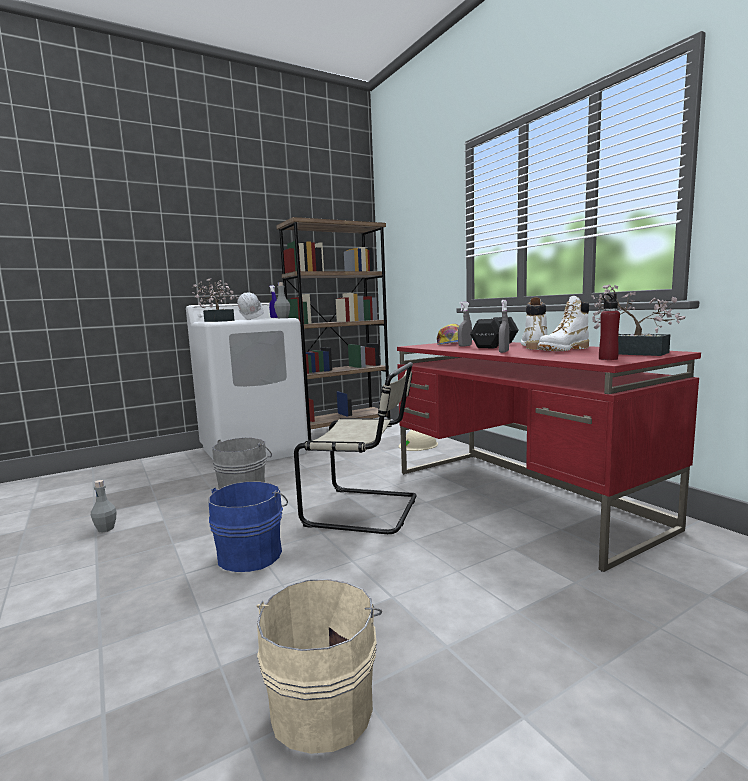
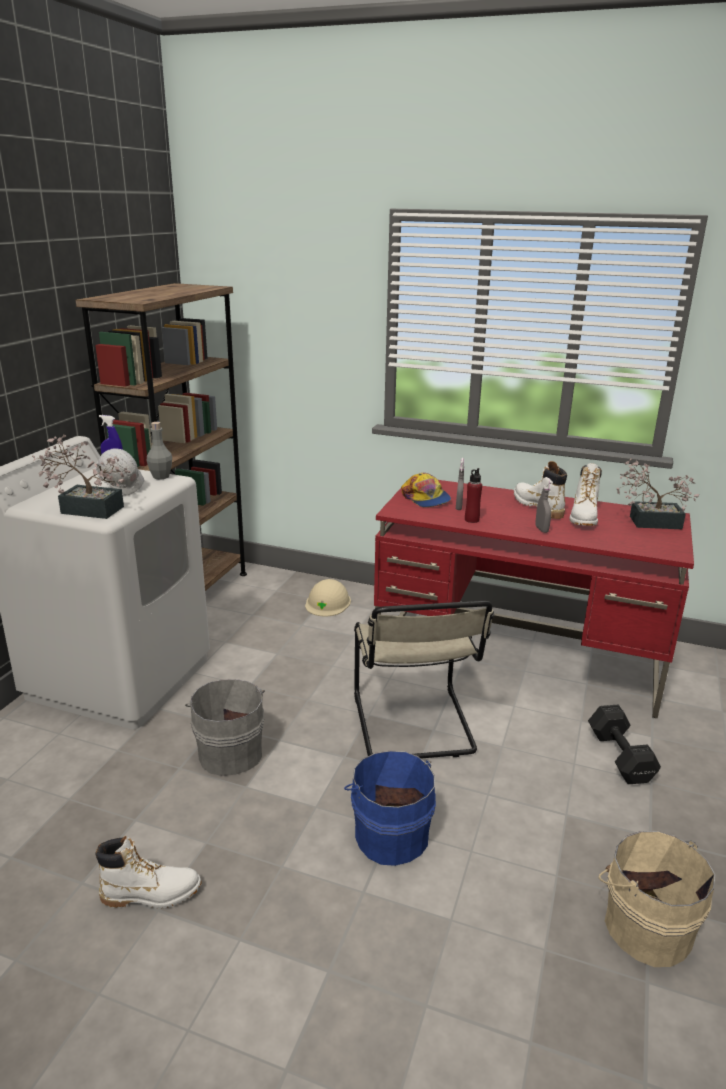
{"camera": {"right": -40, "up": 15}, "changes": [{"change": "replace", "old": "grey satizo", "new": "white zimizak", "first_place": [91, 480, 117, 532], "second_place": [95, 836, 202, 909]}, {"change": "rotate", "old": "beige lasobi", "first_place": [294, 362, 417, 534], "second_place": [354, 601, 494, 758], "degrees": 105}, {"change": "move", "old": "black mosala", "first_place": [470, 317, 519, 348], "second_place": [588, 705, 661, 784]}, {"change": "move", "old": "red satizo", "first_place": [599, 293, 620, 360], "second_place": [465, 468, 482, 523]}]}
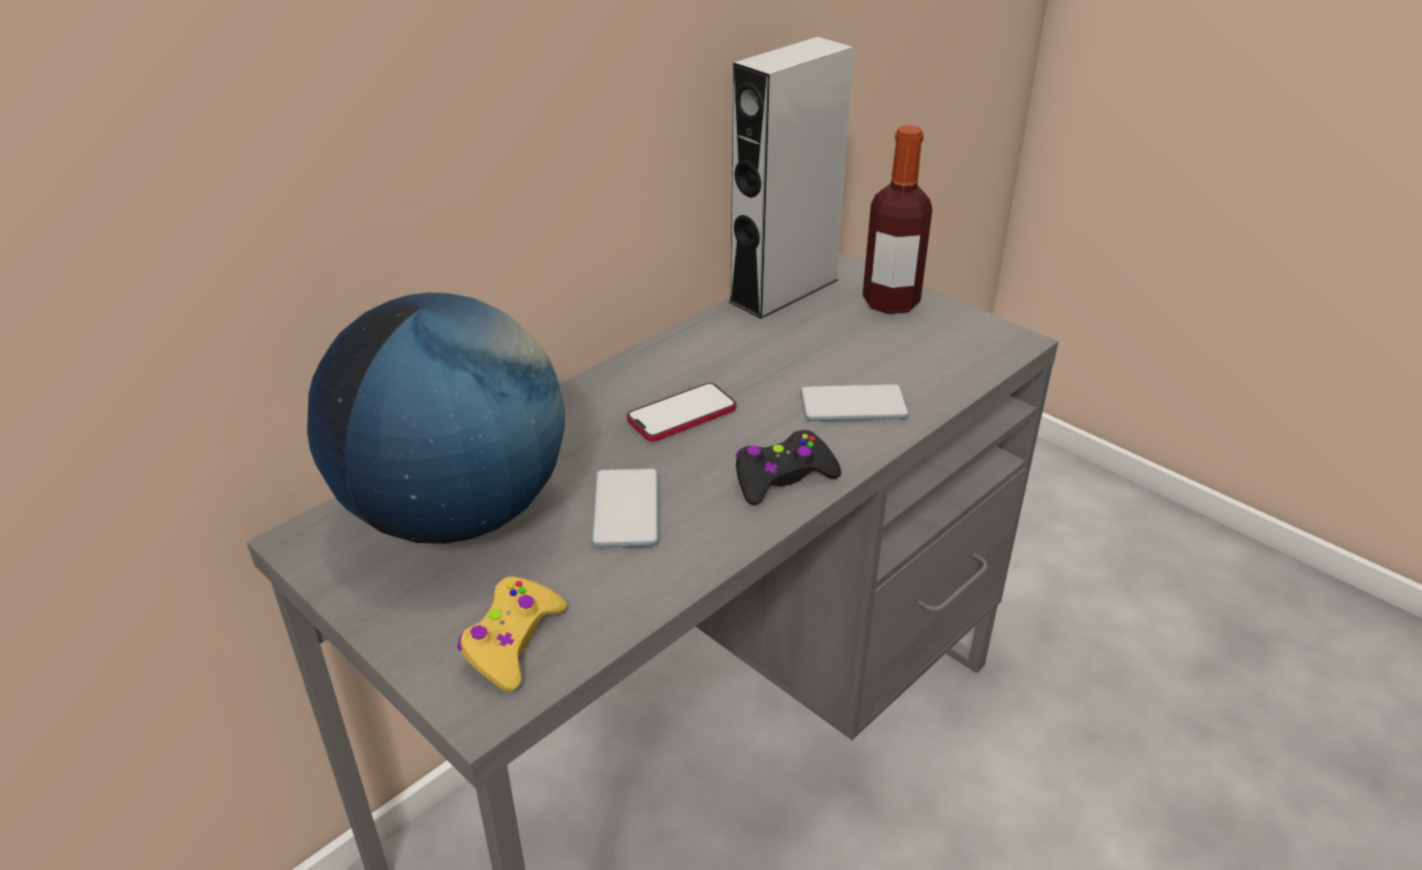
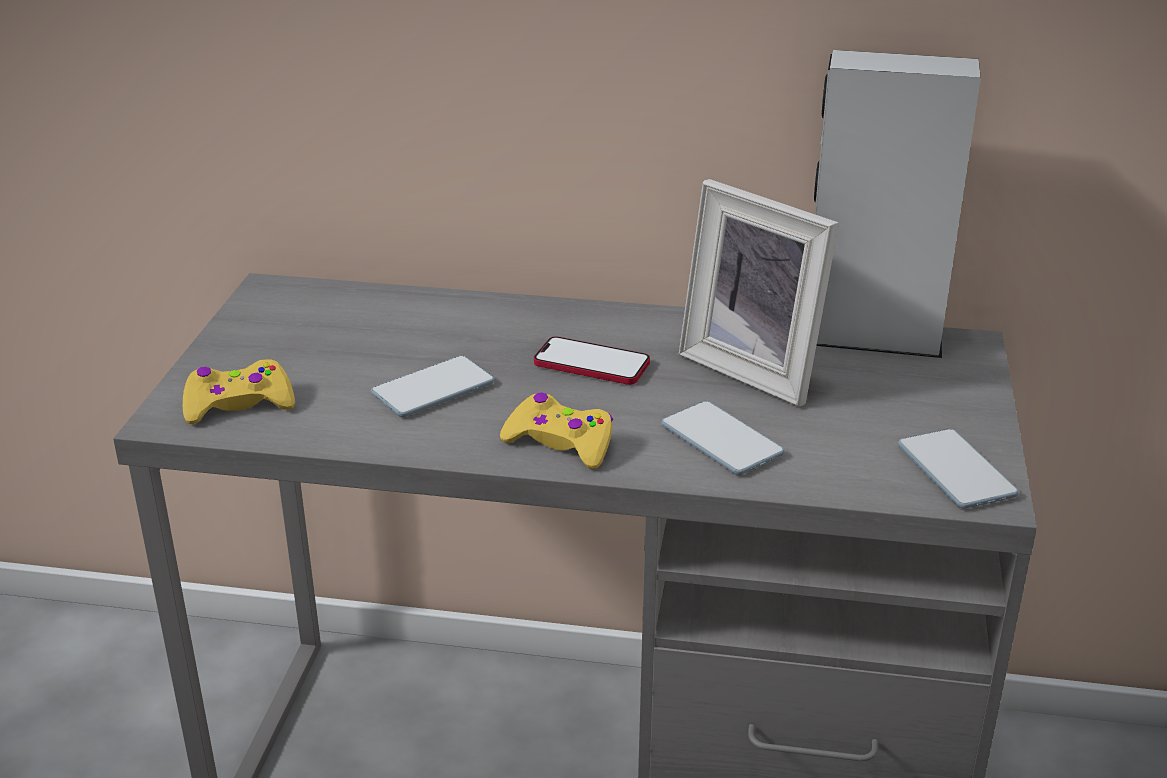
{"camera": {"right": 55, "up": -5}, "changes": [{"change": "delete", "old": "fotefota", "first_place": [307, 293, 565, 544]}, {"change": "recolor", "old": "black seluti", "new": "yellow seluti", "first_place": [735, 430, 841, 505], "second_place": [500, 392, 613, 469]}, {"change": "delete", "old": "satizo", "first_place": [863, 125, 932, 314]}, {"change": "insert", "new": "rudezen", "second_place": [679, 179, 839, 407]}, {"change": "insert", "new": "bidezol", "second_place": [898, 429, 1019, 508]}]}
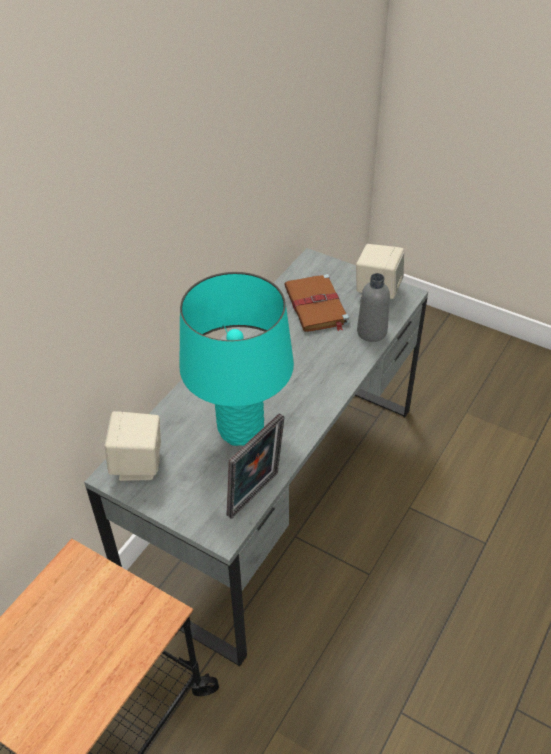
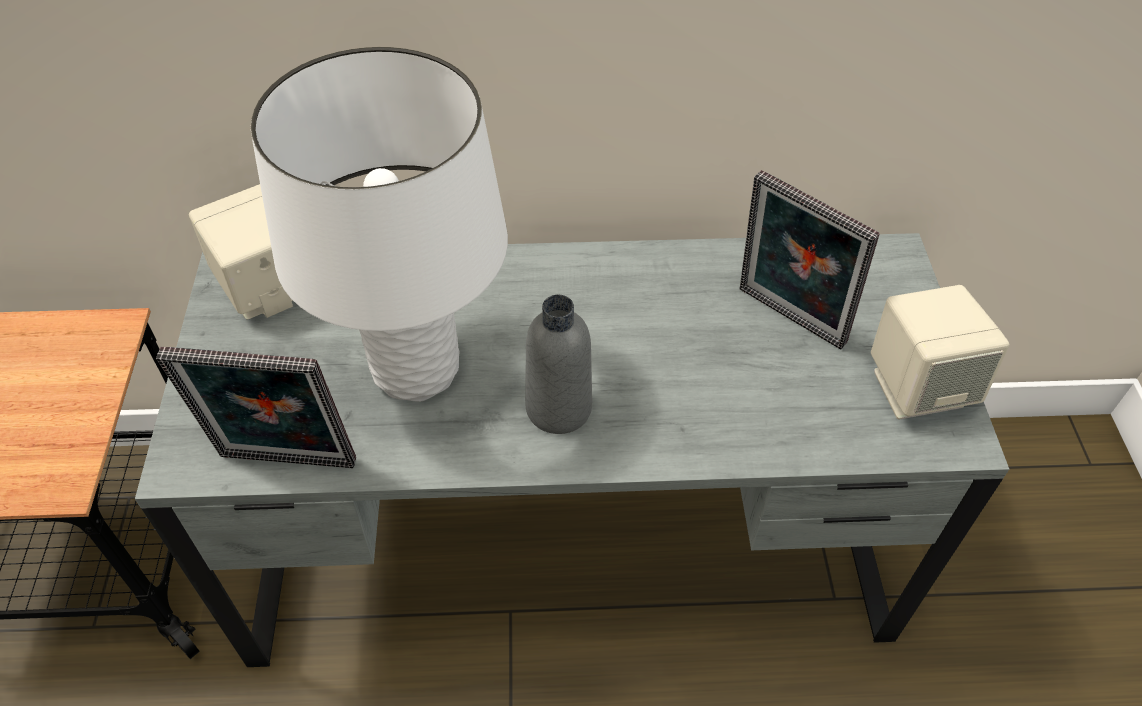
{"camera": {"right": 55, "up": 5}, "changes": [{"change": "recolor", "old": "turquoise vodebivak", "new": "white vodebivak", "first_place": [180, 272, 294, 446], "second_place": [251, 47, 508, 402]}, {"change": "replace", "old": "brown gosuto", "new": "rudezen", "first_place": [284, 274, 349, 332], "second_place": [740, 170, 880, 350]}, {"change": "move", "old": "grey satizo", "first_place": [357, 273, 390, 342], "second_place": [525, 295, 592, 434]}]}
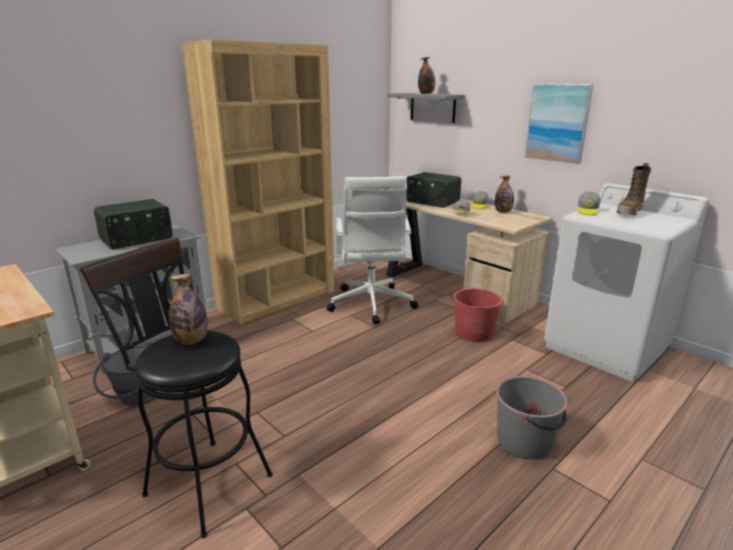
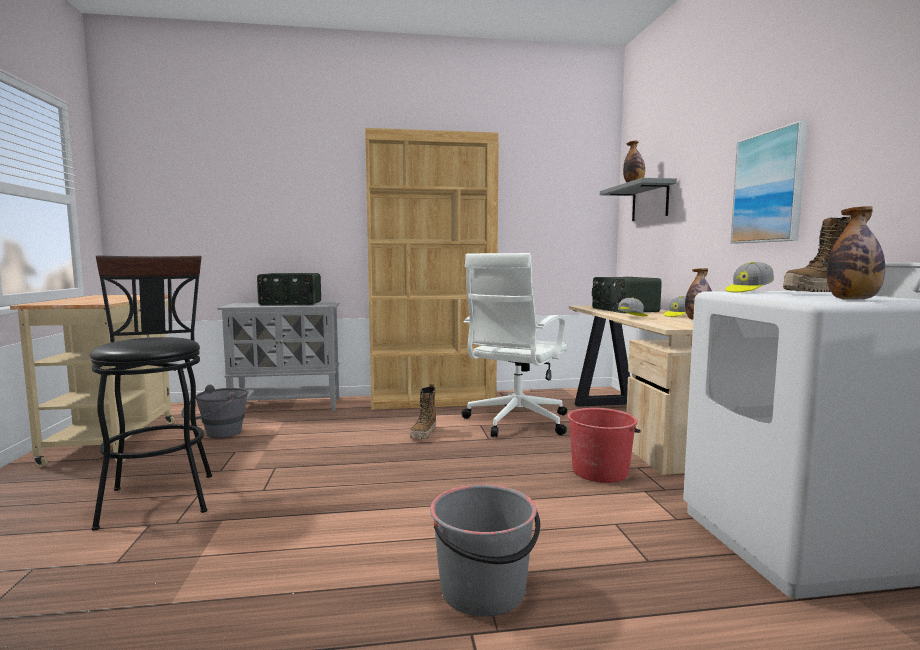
{"camera": {"right": 35, "up": -15}, "changes": [{"change": "move", "old": "satizo", "first_place": [169, 274, 208, 345], "second_place": [827, 206, 885, 300]}, {"change": "insert", "new": "zimizak", "second_place": [410, 384, 436, 439]}]}
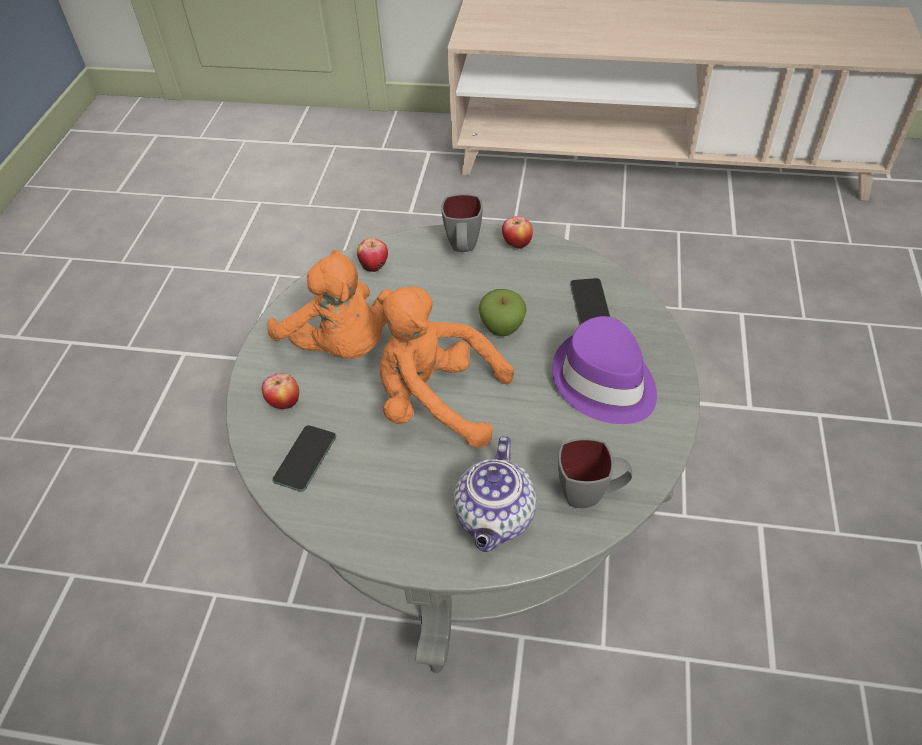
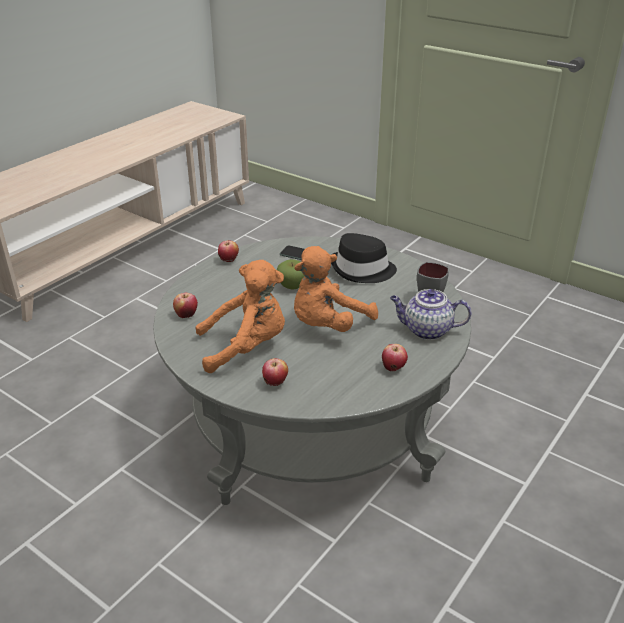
{"camera": {"right": -65, "up": -15}, "changes": [{"change": "delete", "old": "bidezol", "first_place": [272, 425, 336, 492]}, {"change": "delete", "old": "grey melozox", "first_place": [441, 194, 483, 252]}, {"change": "rotate", "old": "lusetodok", "first_place": [454, 436, 537, 552], "second_place": [390, 289, 472, 340], "degrees": 150}, {"change": "recolor", "old": "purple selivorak", "new": "black selivorak", "first_place": [552, 316, 657, 424], "second_place": [331, 233, 397, 283]}, {"change": "insert", "new": "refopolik", "second_place": [382, 344, 408, 372]}]}
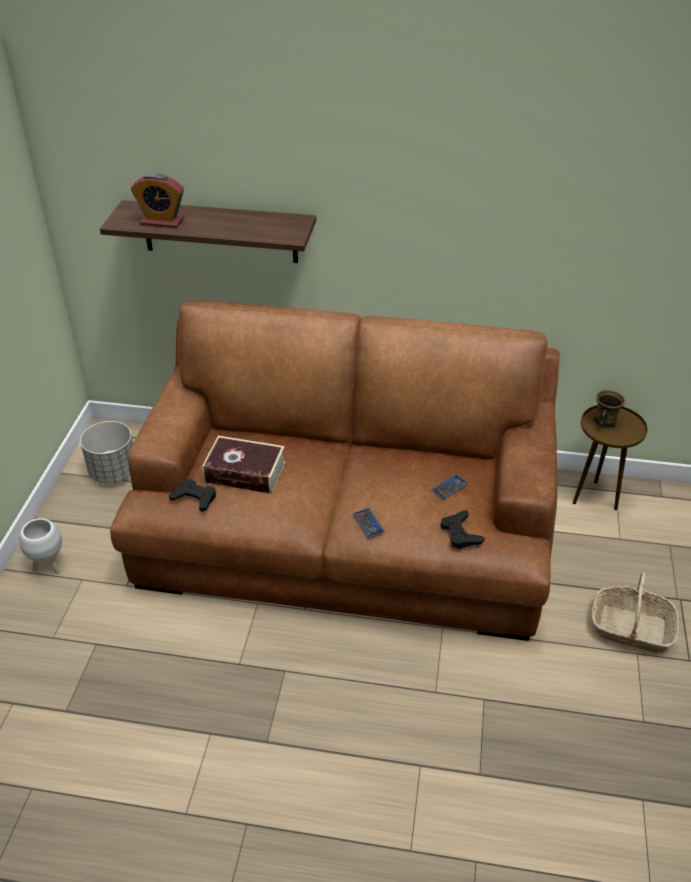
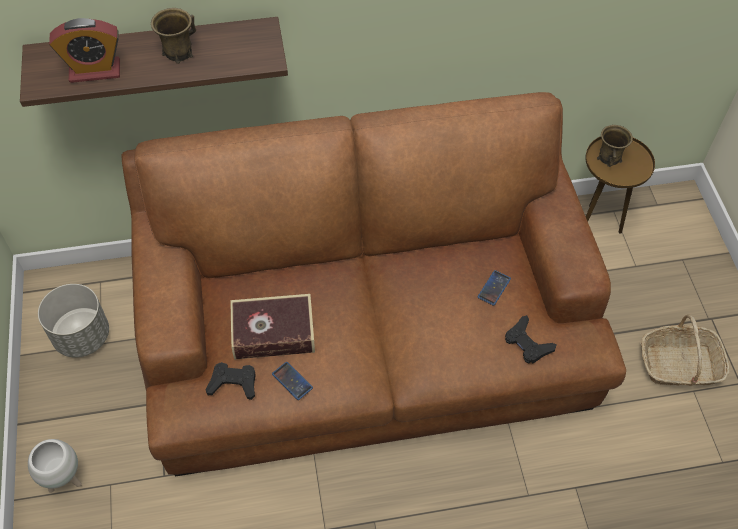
{"camera": {"right": -20, "up": 15}, "changes": [{"change": "move", "old": "bidezol", "first_place": [353, 508, 385, 538], "second_place": [272, 362, 313, 400]}, {"change": "insert", "new": "brown melozox", "second_place": [151, 8, 196, 64]}]}
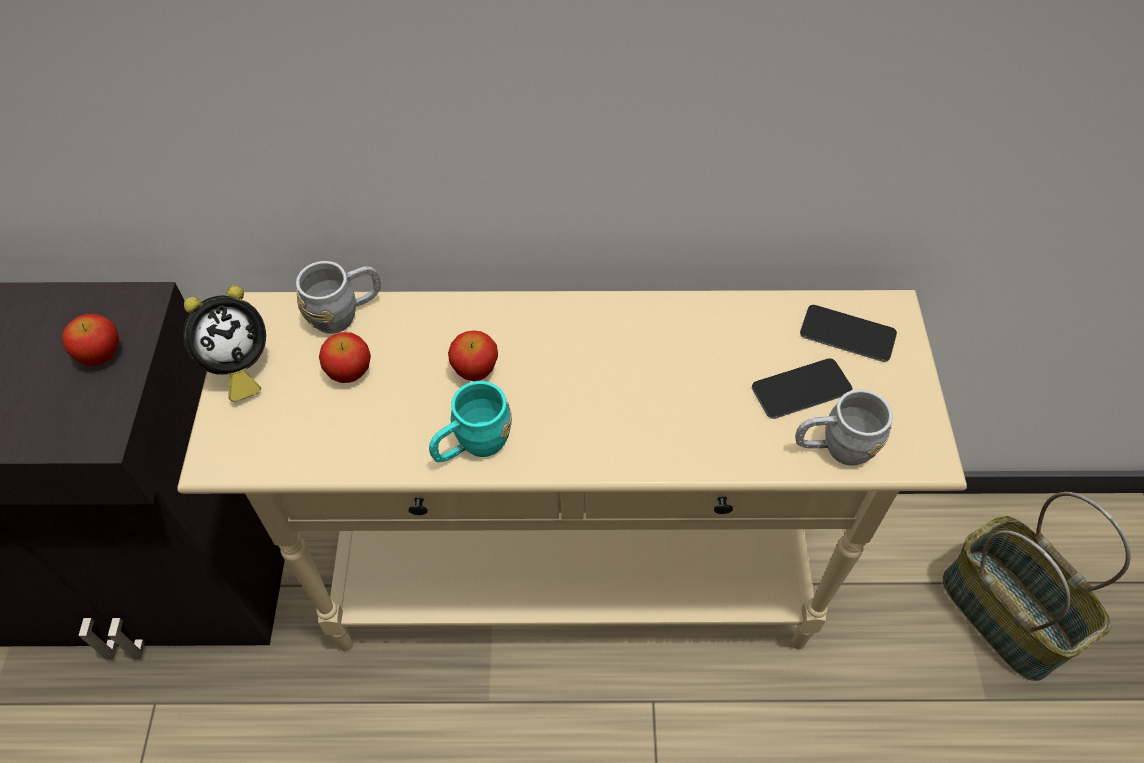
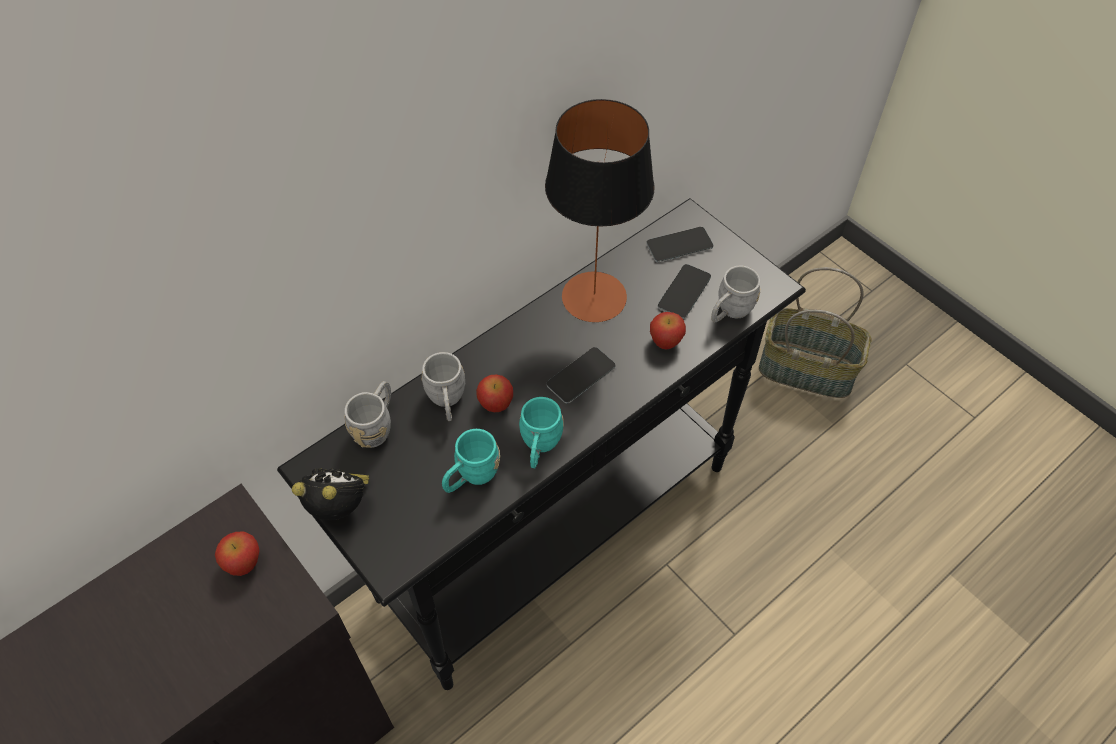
{"camera": {"right": -40, "up": 0}, "changes": [{"change": "recolor", "old": "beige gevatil", "new": "black gevatil", "first_place": [177, 290, 967, 651], "second_place": [277, 198, 806, 690]}, {"change": "rotate", "old": "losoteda", "first_place": [183, 285, 266, 402], "second_place": [292, 468, 369, 521], "degrees": -90}, {"change": "move", "old": "refopolik", "first_place": [319, 332, 371, 383], "second_place": [650, 312, 686, 349]}, {"change": "insert", "new": "grey melozox", "second_place": [422, 352, 465, 421]}, {"change": "insert", "new": "turquoise melozox", "second_place": [442, 429, 500, 493]}, {"change": "insert", "new": "vodebivak", "second_place": [545, 99, 654, 322]}, {"change": "insert", "new": "bidezol", "second_place": [547, 347, 615, 403]}]}
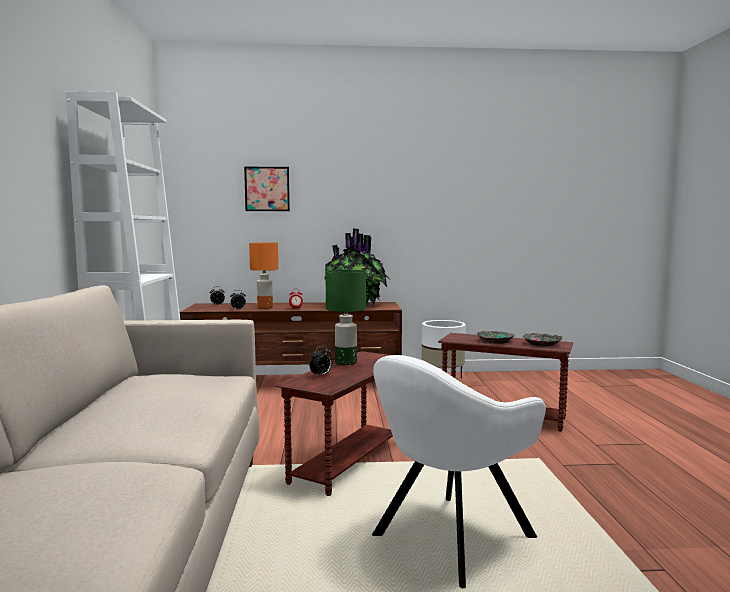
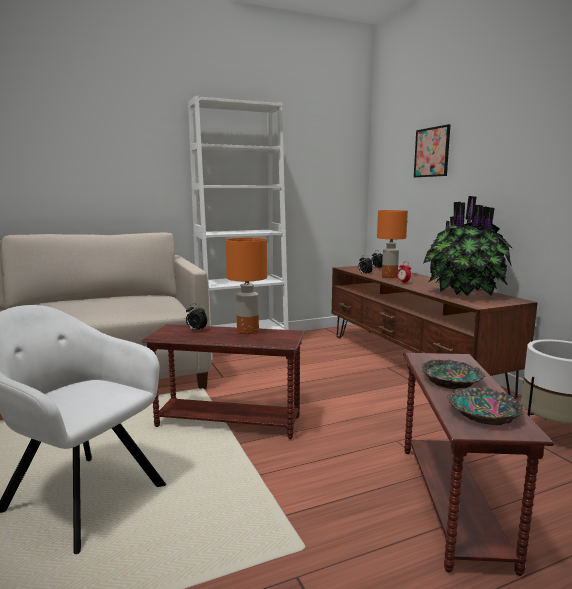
{"camera": {"right": 70, "up": 5}, "changes": [{"change": "recolor", "old": "green vodebivak", "new": "orange vodebivak", "first_place": [326, 270, 366, 365], "second_place": [226, 238, 267, 334]}]}
